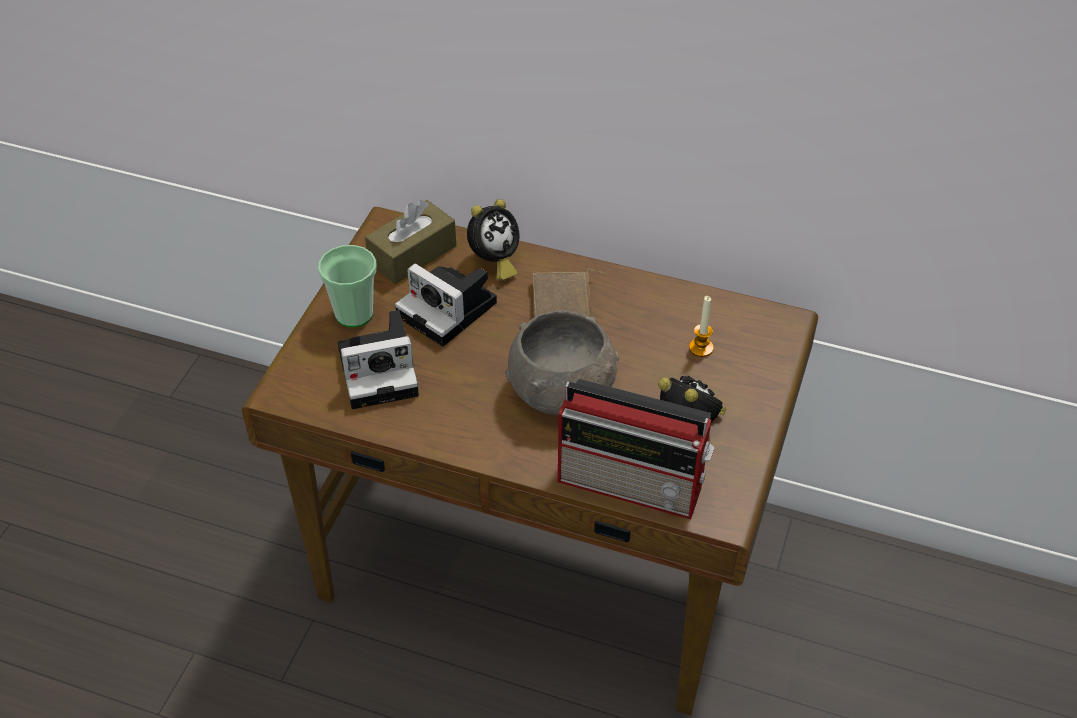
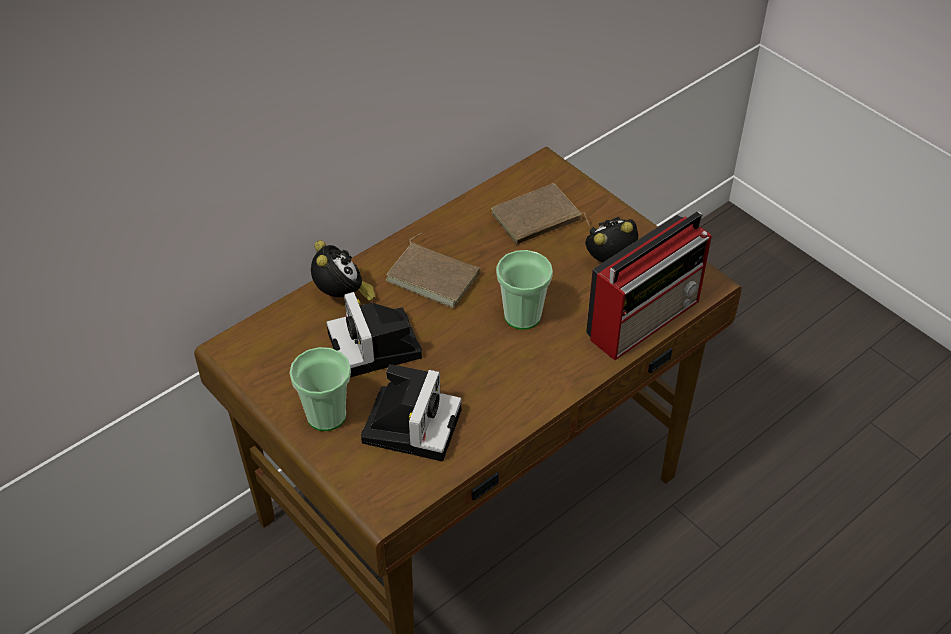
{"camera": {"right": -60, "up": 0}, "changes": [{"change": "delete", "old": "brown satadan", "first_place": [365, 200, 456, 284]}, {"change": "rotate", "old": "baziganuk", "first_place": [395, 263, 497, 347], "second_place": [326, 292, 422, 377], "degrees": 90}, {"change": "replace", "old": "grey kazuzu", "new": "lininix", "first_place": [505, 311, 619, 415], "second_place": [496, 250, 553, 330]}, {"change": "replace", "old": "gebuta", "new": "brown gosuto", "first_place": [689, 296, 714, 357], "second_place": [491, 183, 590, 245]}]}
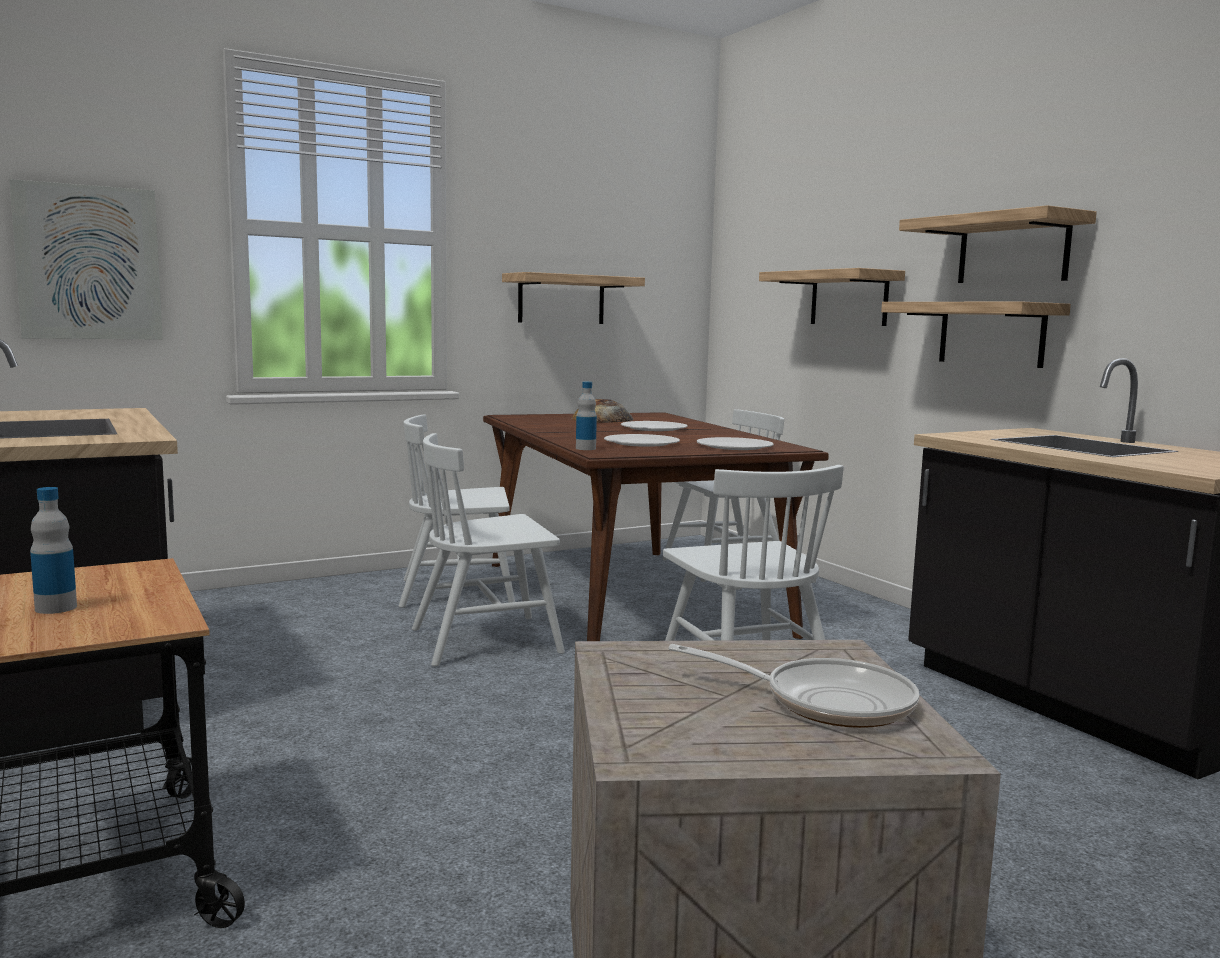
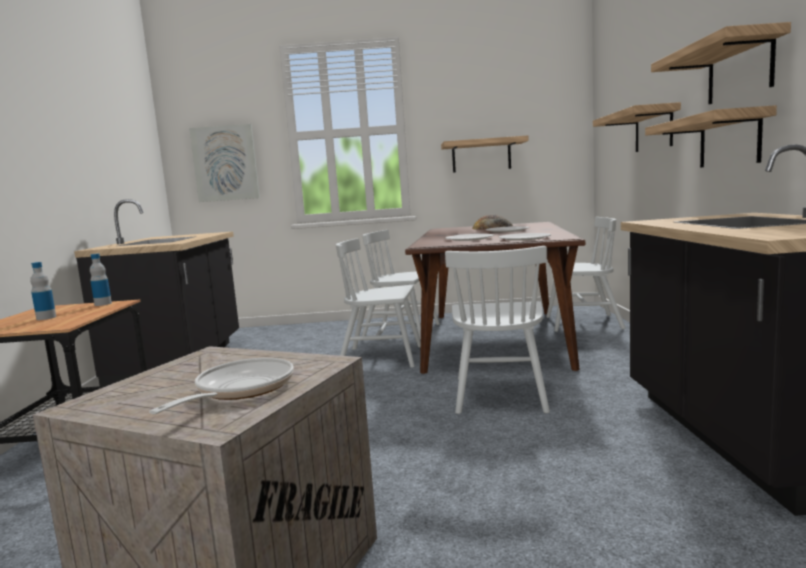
{"camera": {"right": 30, "up": 0}, "changes": [{"change": "move", "old": "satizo", "first_place": [576, 382, 597, 450], "second_place": [90, 254, 112, 306]}, {"change": "rotate", "old": "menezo", "first_place": [668, 644, 919, 728], "second_place": [149, 358, 294, 415], "degrees": -120}]}
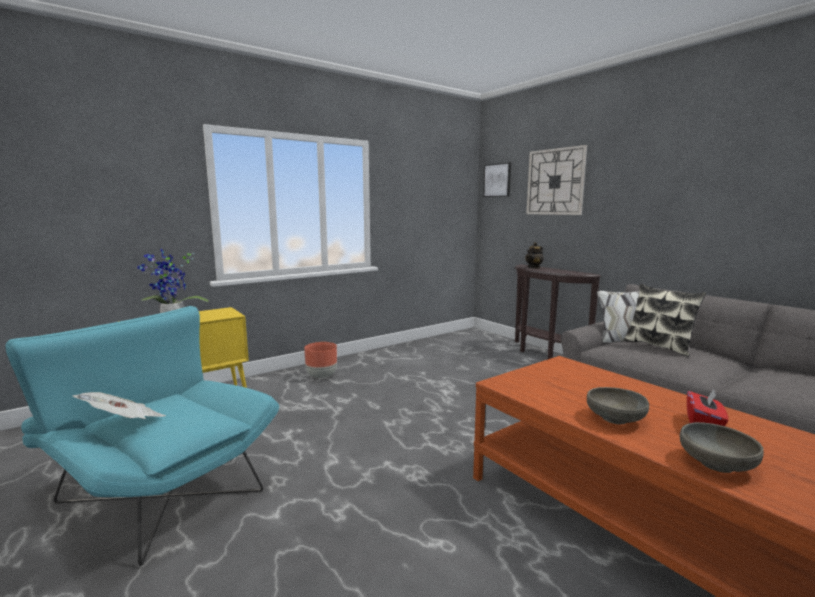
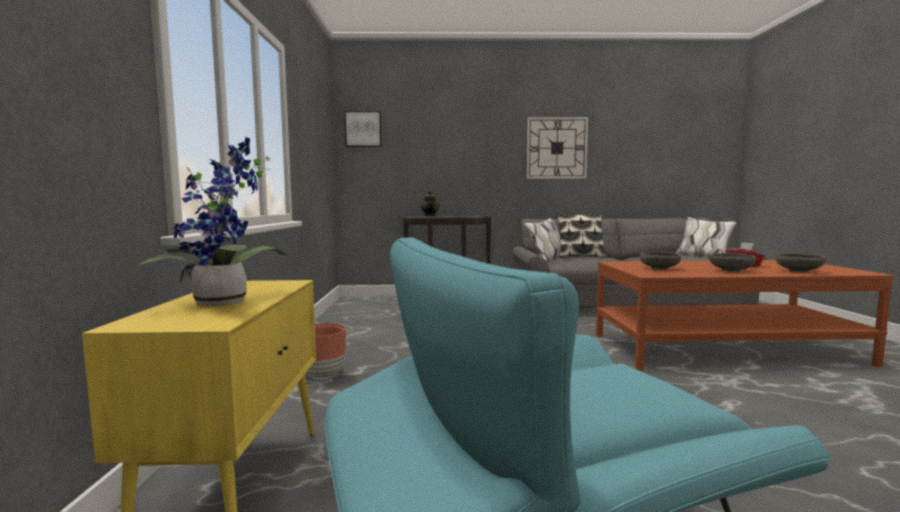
{"camera": {"right": -55, "up": -5}, "changes": [{"change": "delete", "old": "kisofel", "first_place": [73, 392, 166, 419]}, {"change": "move", "old": "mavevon", "first_place": [526, 145, 587, 215], "second_place": [527, 117, 588, 179]}, {"change": "insert", "new": "grey kazuzu", "second_place": [640, 252, 681, 270]}]}
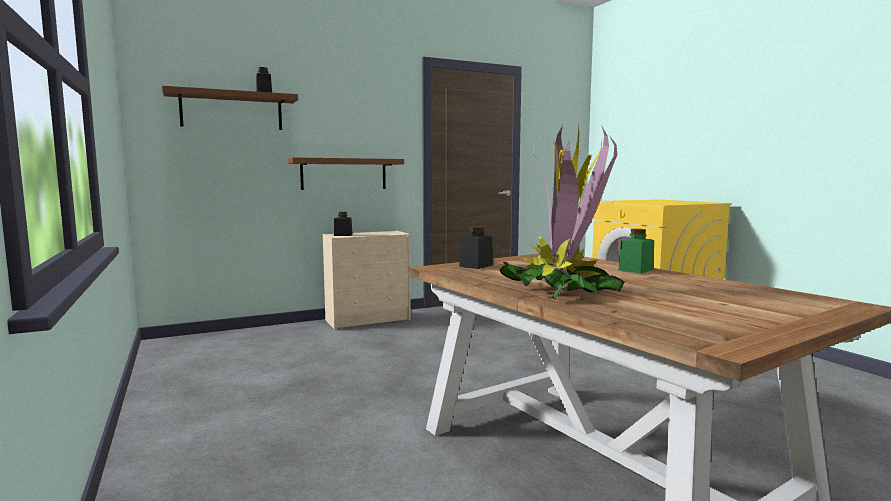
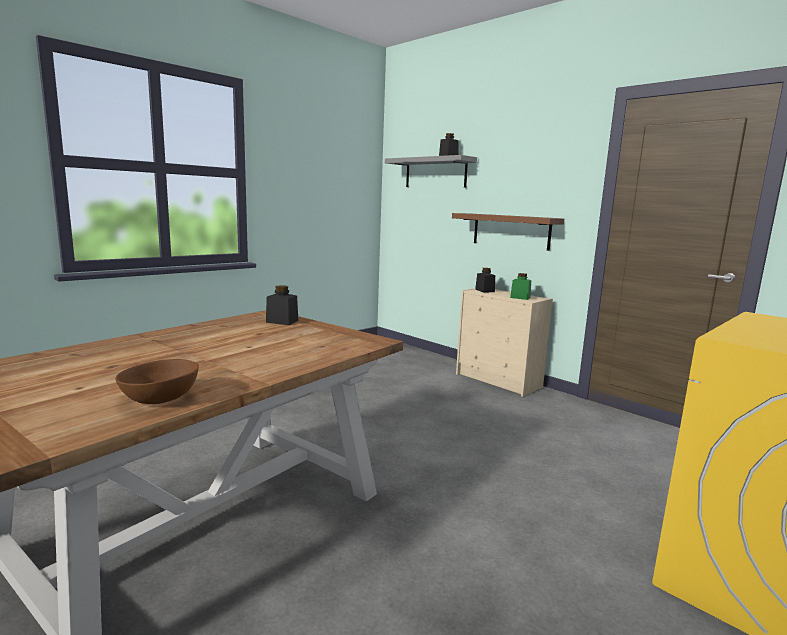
{"camera": {"right": 70, "up": 5}, "changes": [{"change": "recolor", "old": "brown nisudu", "new": "grey nisudu", "first_place": [162, 86, 298, 130], "second_place": [385, 155, 477, 188]}, {"change": "delete", "old": "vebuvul", "first_place": [500, 125, 625, 300]}, {"change": "move", "old": "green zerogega", "first_place": [618, 229, 654, 274], "second_place": [510, 273, 531, 300]}, {"change": "insert", "new": "brown kazuzu", "second_place": [115, 359, 199, 404]}]}
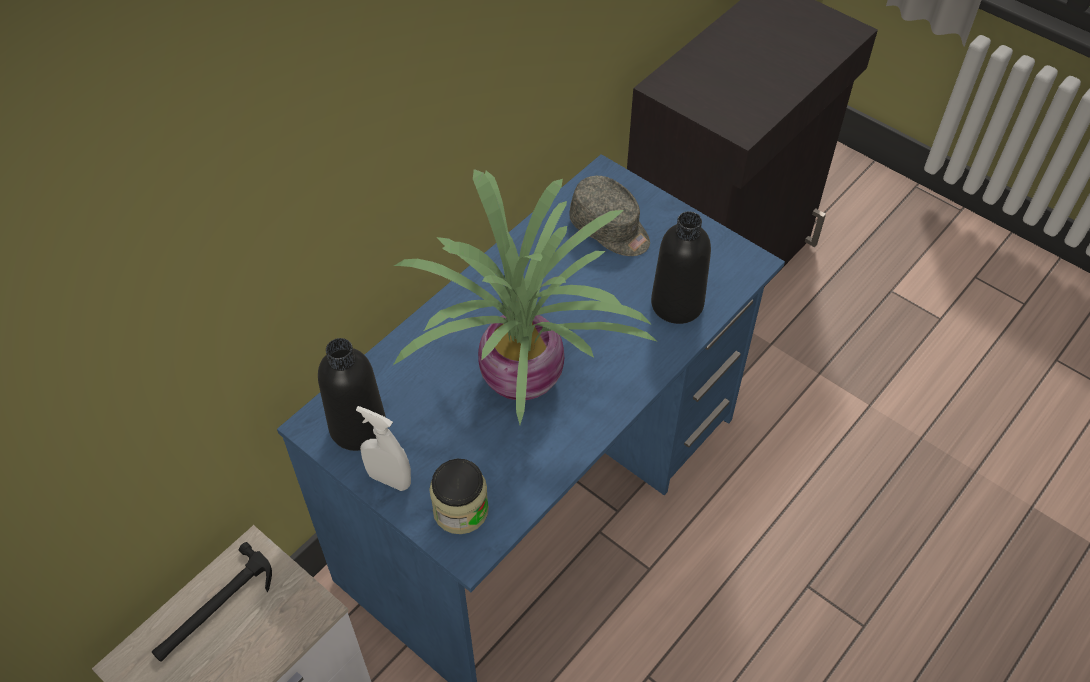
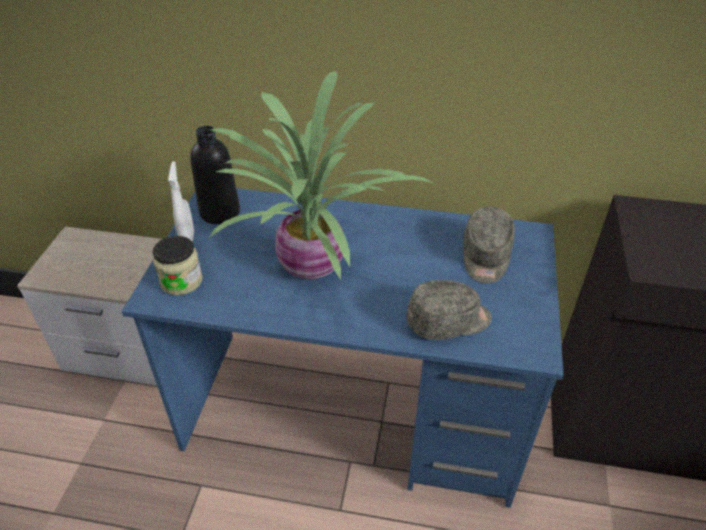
{"camera": {"right": 60, "up": -10}, "changes": [{"change": "delete", "old": "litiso", "first_place": [152, 542, 272, 662]}, {"change": "replace", "old": "black satizo", "new": "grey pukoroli", "first_place": [651, 211, 711, 324], "second_place": [406, 280, 492, 340]}]}
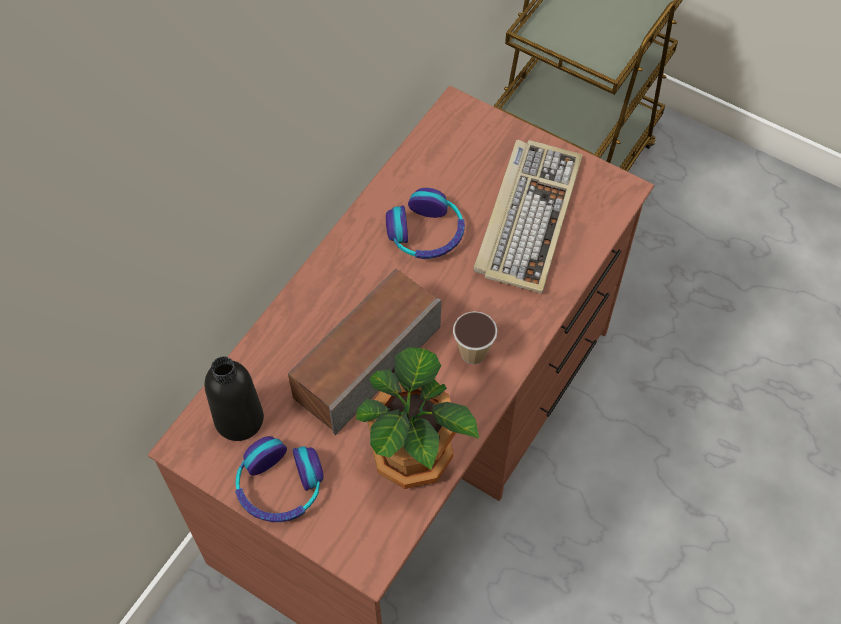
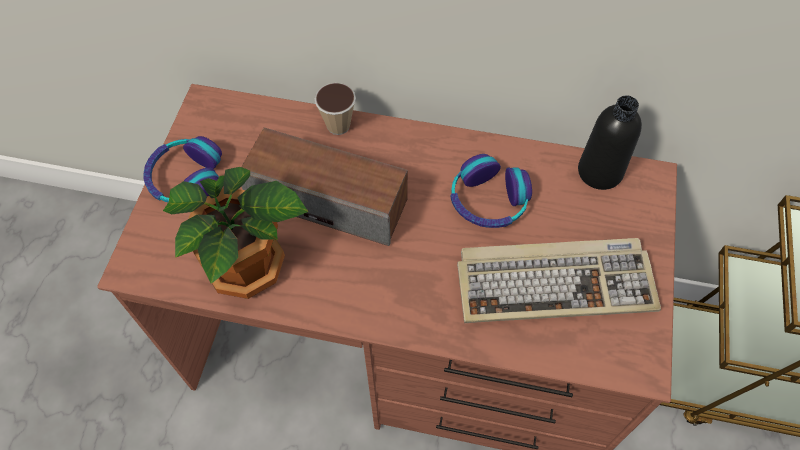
{"camera": {"right": 70, "up": 0}, "changes": [{"change": "move", "old": "black satizo", "first_place": [204, 356, 264, 441], "second_place": [578, 95, 642, 190]}, {"change": "move", "old": "lininix", "first_place": [453, 311, 498, 364], "second_place": [314, 83, 356, 135]}]}
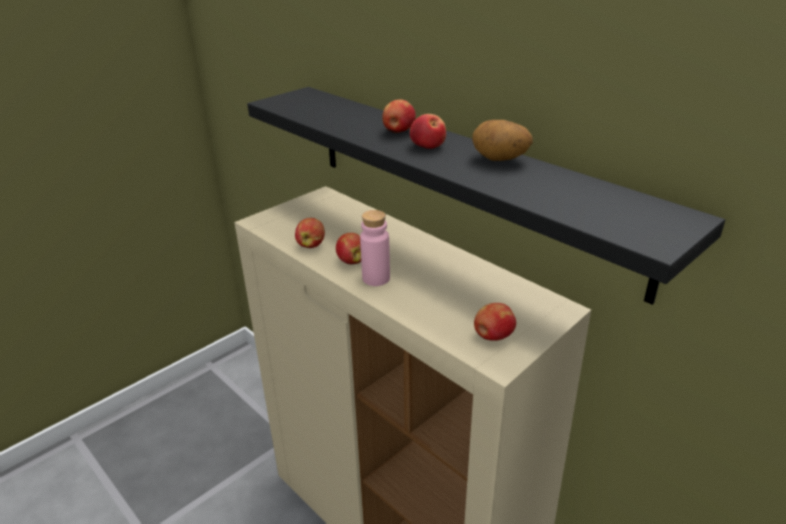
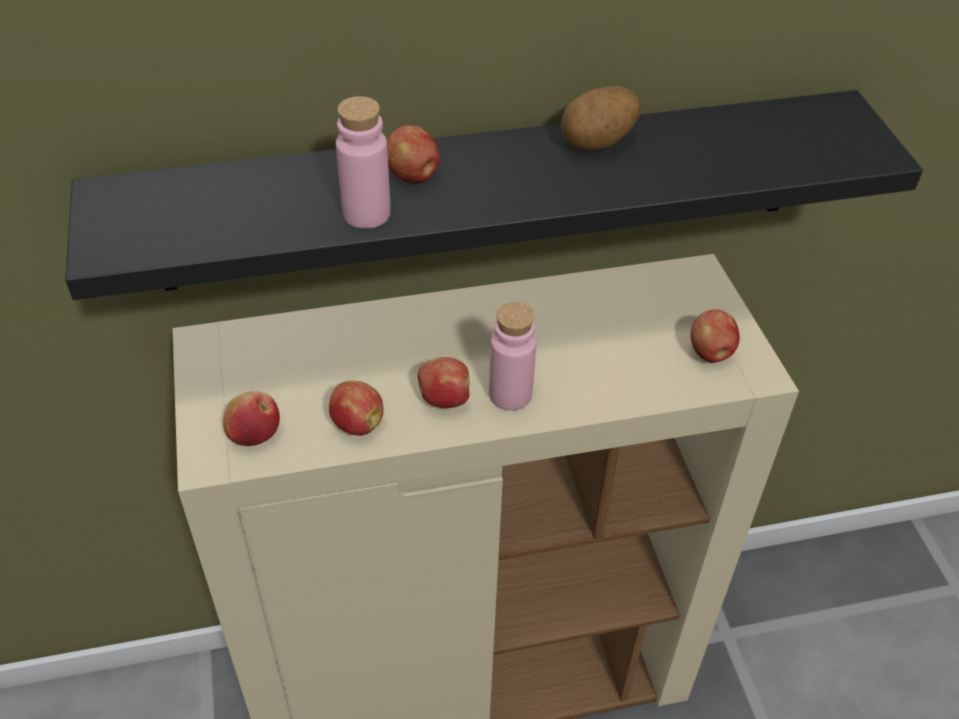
{"camera": {"right": -60, "up": 15}, "changes": [{"change": "move", "old": "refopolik", "first_place": [410, 114, 446, 149], "second_place": [223, 391, 280, 446]}, {"change": "insert", "new": "pink satizo", "second_place": [336, 96, 391, 229]}]}
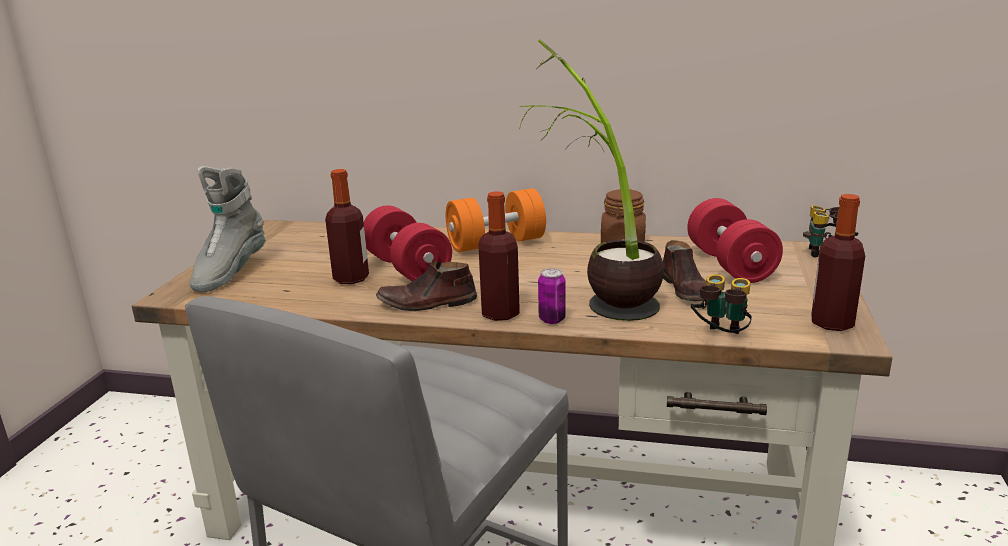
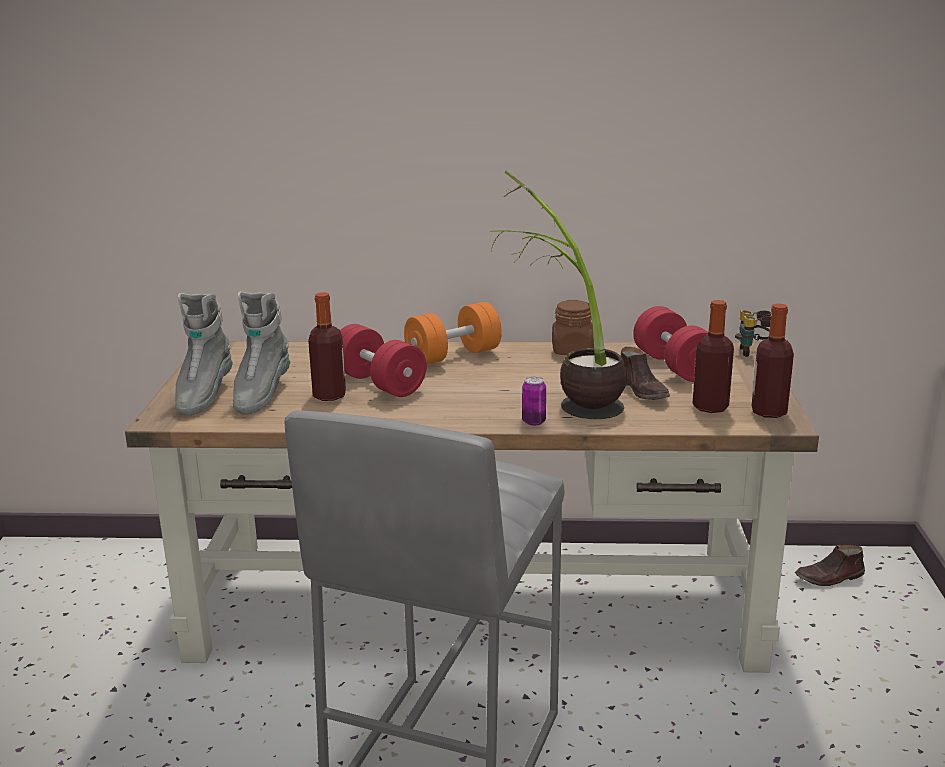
{"camera": {"right": -10, "up": 0}, "changes": [{"change": "move", "old": "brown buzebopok", "first_place": [376, 261, 477, 311], "second_place": [795, 545, 865, 586]}, {"change": "move", "old": "satizo", "first_place": [478, 191, 520, 321], "second_place": [693, 300, 734, 413]}, {"change": "delete", "old": "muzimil", "first_place": [691, 274, 752, 334]}, {"change": "insert", "new": "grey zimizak", "second_place": [233, 291, 290, 414]}]}
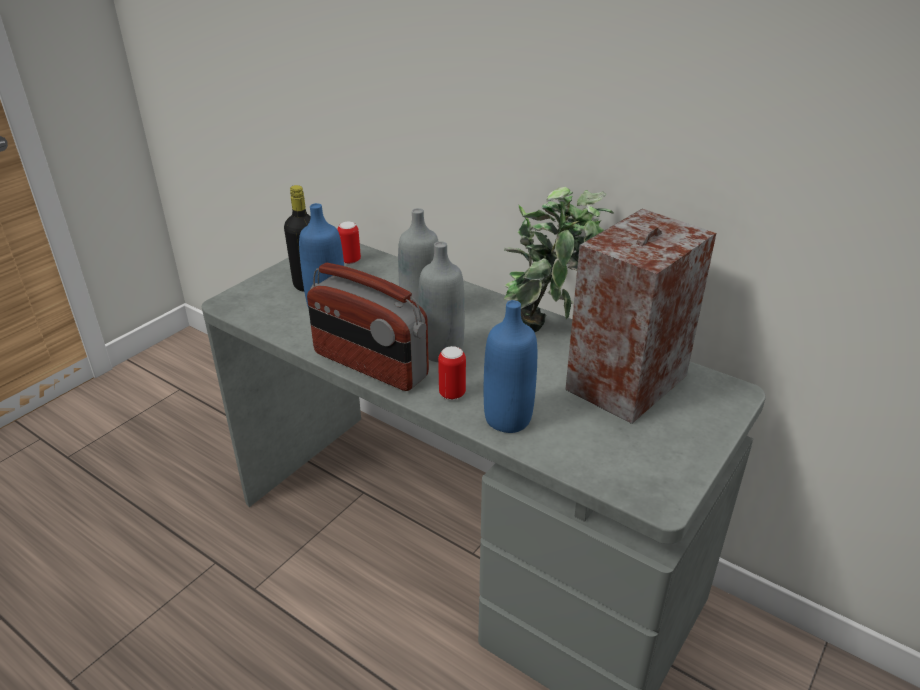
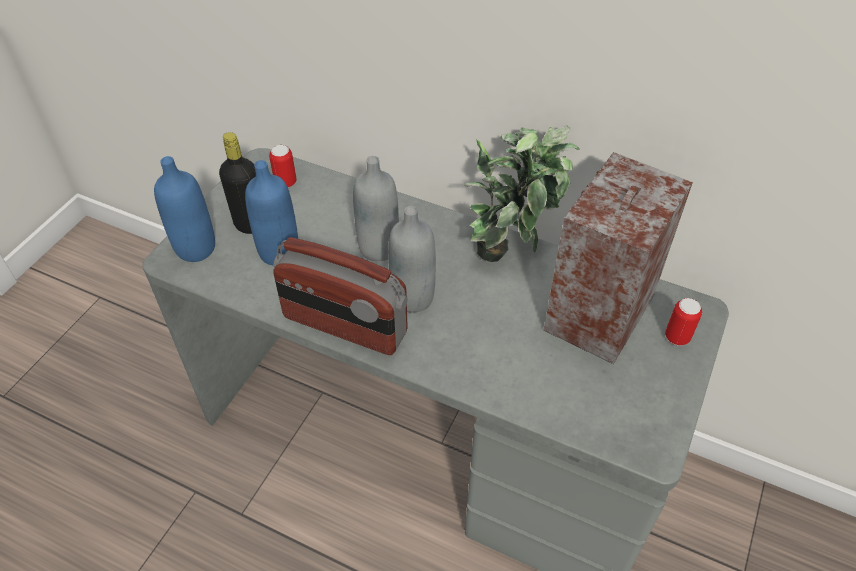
{"camera": {"right": -10, "up": 15}, "changes": [{"change": "move", "old": "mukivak", "first_place": [438, 346, 466, 400], "second_place": [665, 298, 702, 346]}, {"change": "move", "old": "blue satizo", "first_place": [484, 300, 537, 433], "second_place": [154, 156, 215, 262]}]}
